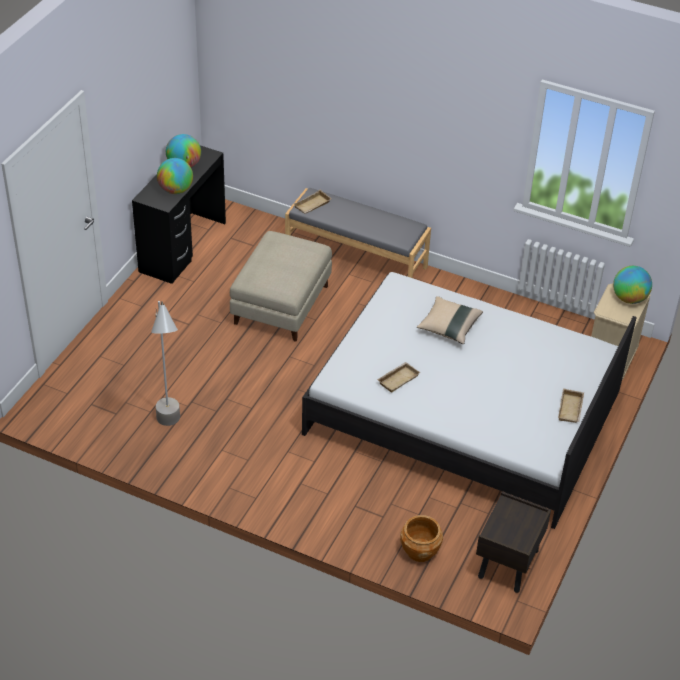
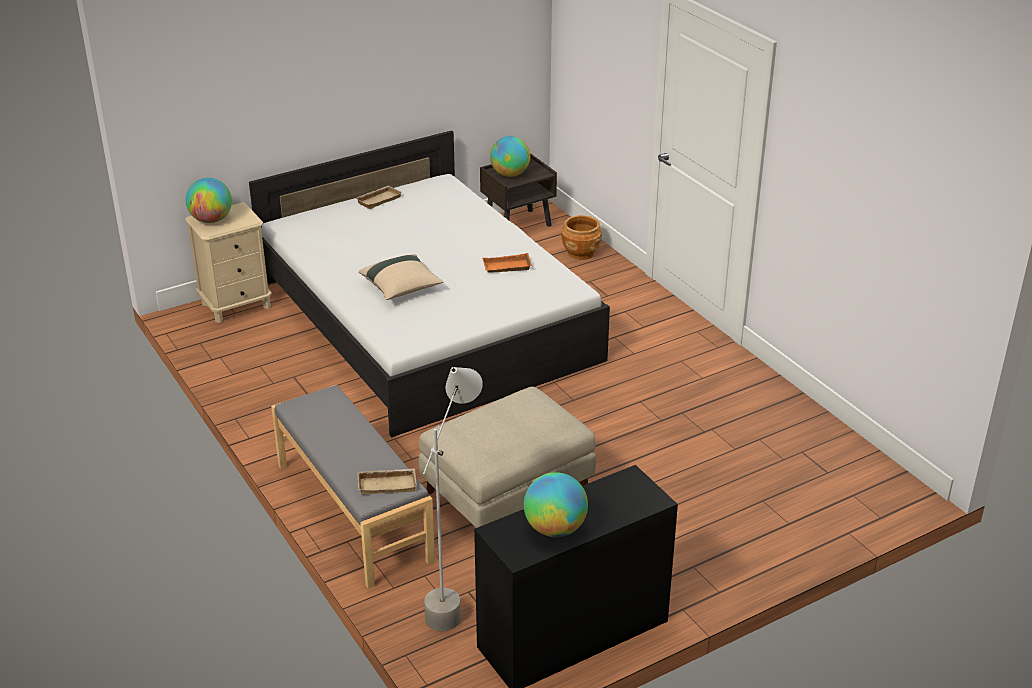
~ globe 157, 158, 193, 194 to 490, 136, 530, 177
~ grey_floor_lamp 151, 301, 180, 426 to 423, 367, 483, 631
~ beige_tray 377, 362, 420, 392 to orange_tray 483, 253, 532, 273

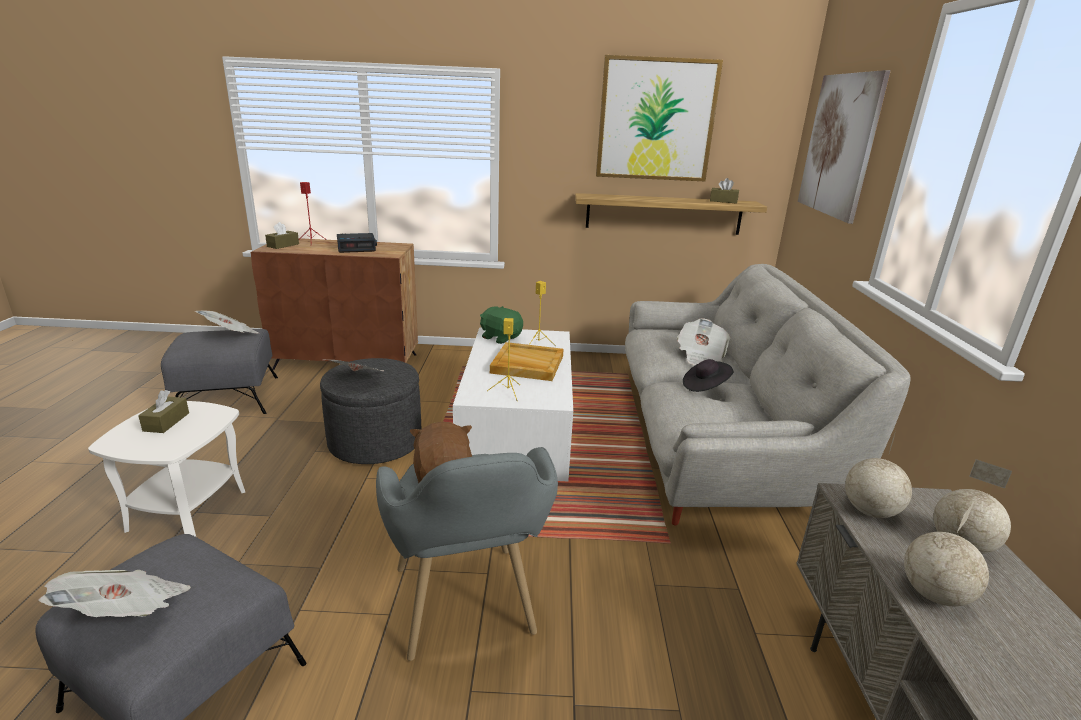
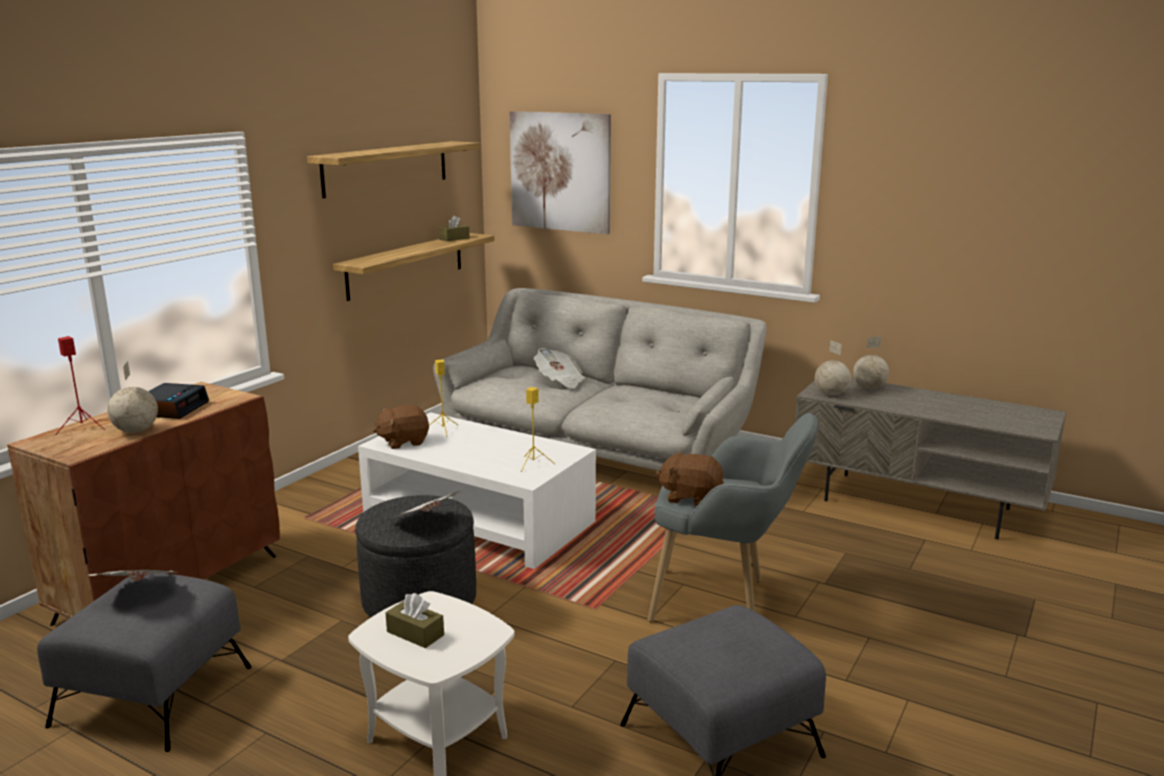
~ picture 596, 55, 723, 181 to shelf 307, 141, 480, 198
- brown_tissue_box 265, 222, 299, 249
~ green_plush_toy 480, 306, 523, 344 to brown_plush_toy 373, 405, 429, 449
- beige_tray 490, 342, 564, 381
- black_hat 683, 359, 733, 392
~ globe 904, 502, 989, 606 to 107, 361, 158, 433
- newspaper 38, 570, 191, 617

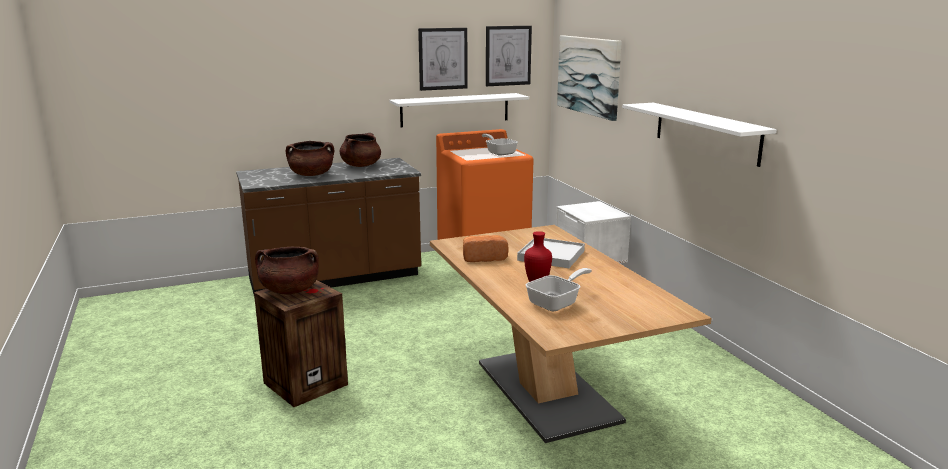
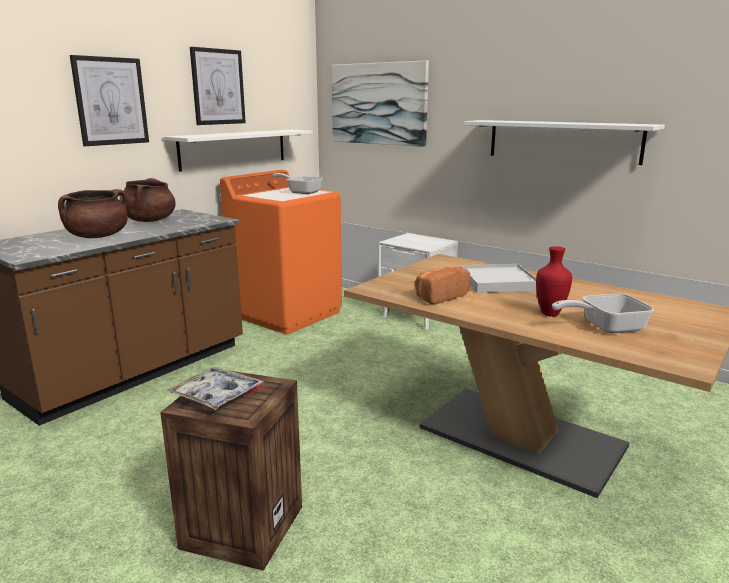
~ picture 486, 26, 532, 86 to 70, 55, 149, 146
~ brown_cooking_pot 255, 247, 319, 294 to tray 165, 367, 263, 410
~ frying_pan 525, 268, 592, 312 = 552, 294, 654, 333 120 degrees counterclockwise

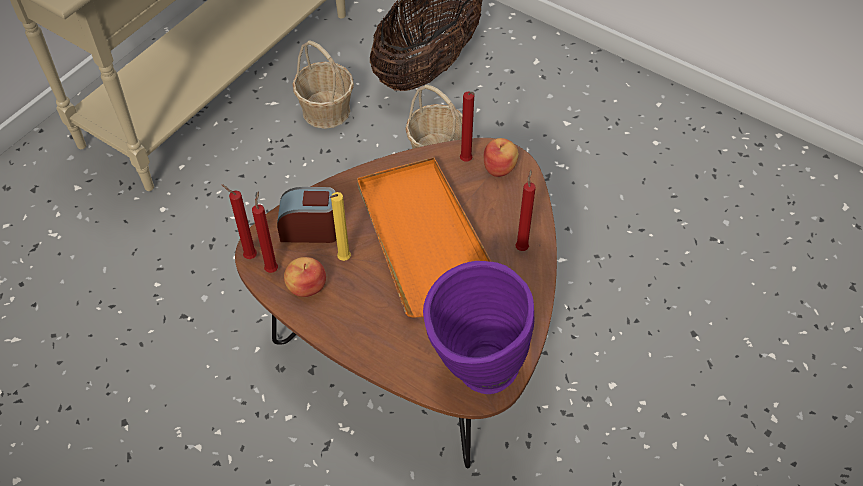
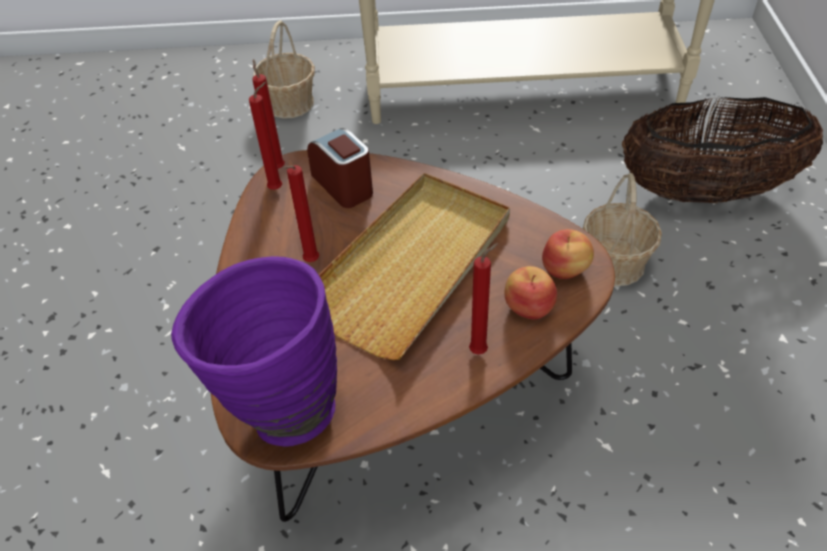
~ basket 292, 41, 354, 129 to 253, 20, 315, 119
~ red_candle 460, 91, 475, 162 to 283, 165, 319, 262
~ orange_tray 357, 157, 492, 318 to beige_tray 319, 173, 510, 360
- yellow_candle 329, 192, 351, 261
~ apple 284, 257, 326, 297 to 505, 266, 557, 319

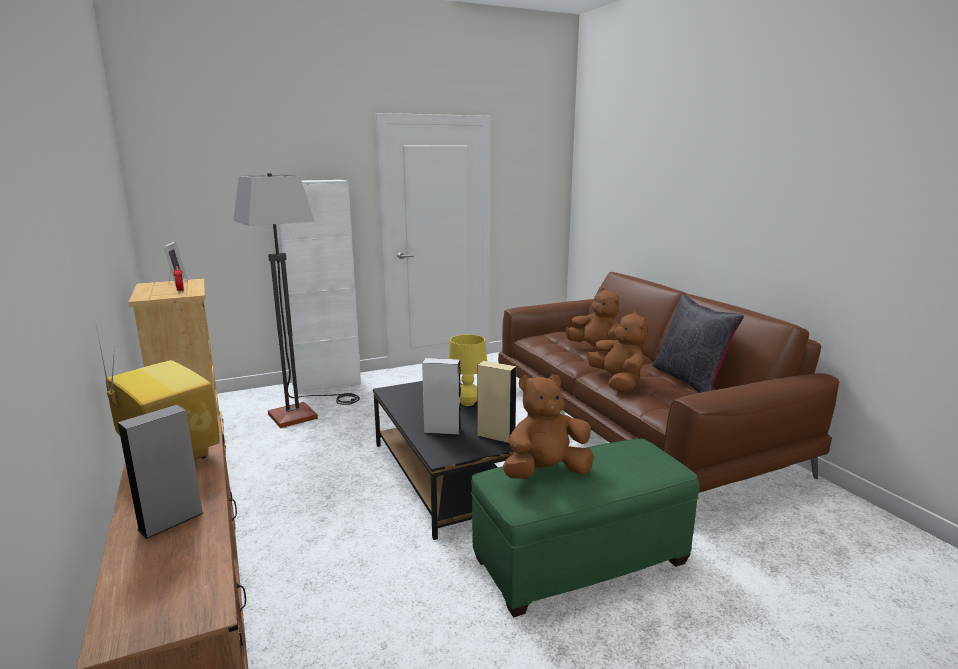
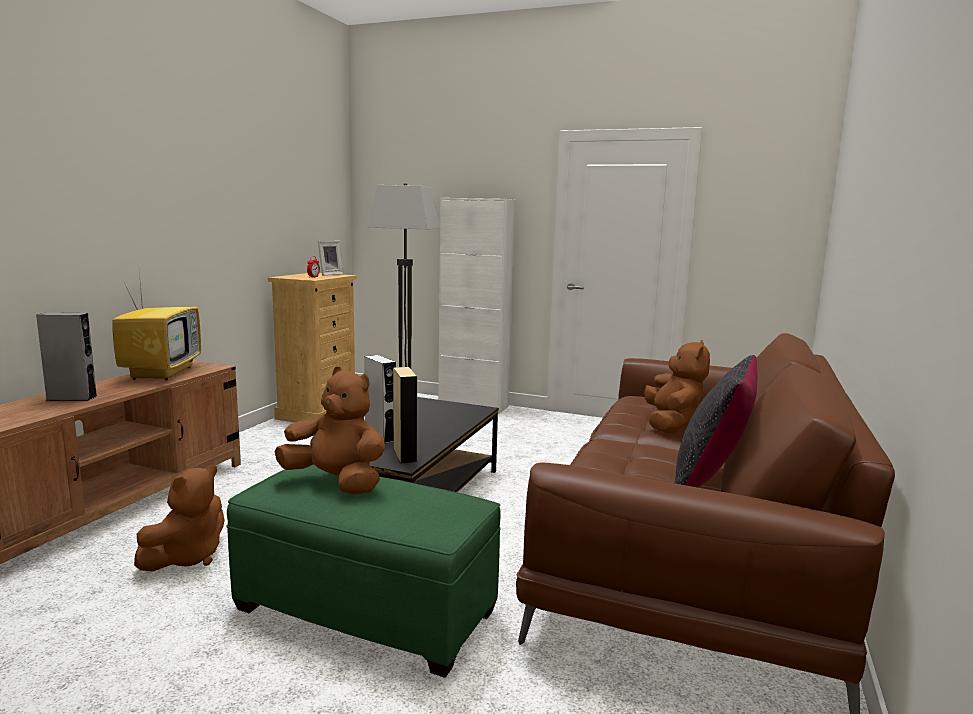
~ brown_plush_toy 587, 310, 647, 392 to 134, 465, 225, 571
- yellow_table_lamp 448, 334, 487, 406

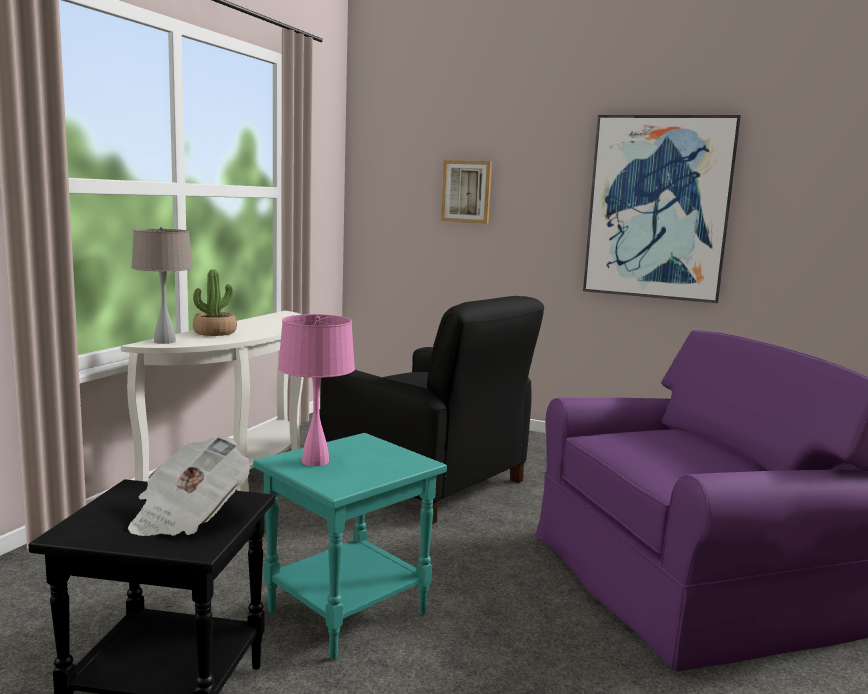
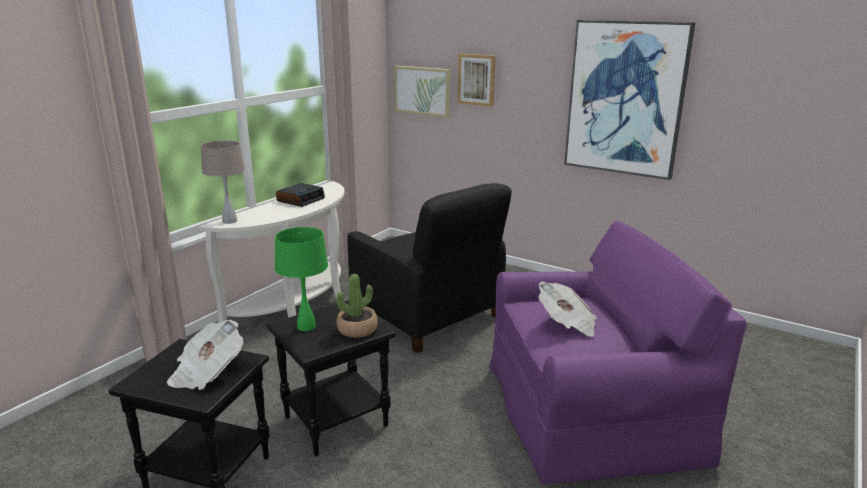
~ potted_plant 193, 270, 237, 336 to 336, 274, 378, 338
~ pink_table_lamp 278, 314, 355, 466 to green_table_lamp 275, 227, 328, 331
~ turquoise_side_table 253, 433, 447, 660 to black_side_table 267, 300, 396, 456
+ picture 394, 66, 450, 118
+ alarm_clock 276, 183, 325, 207
+ newspaper 538, 282, 597, 337

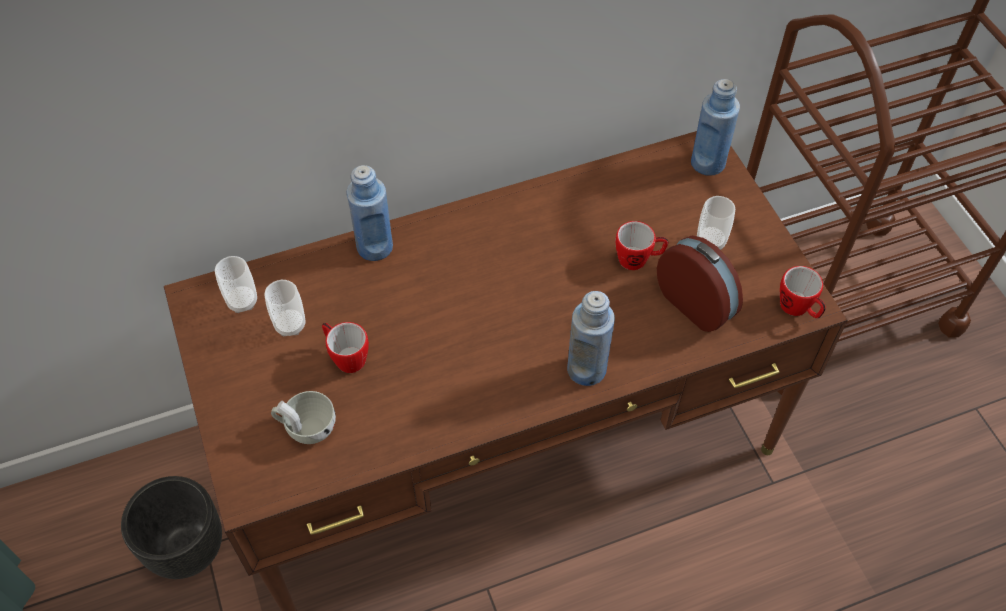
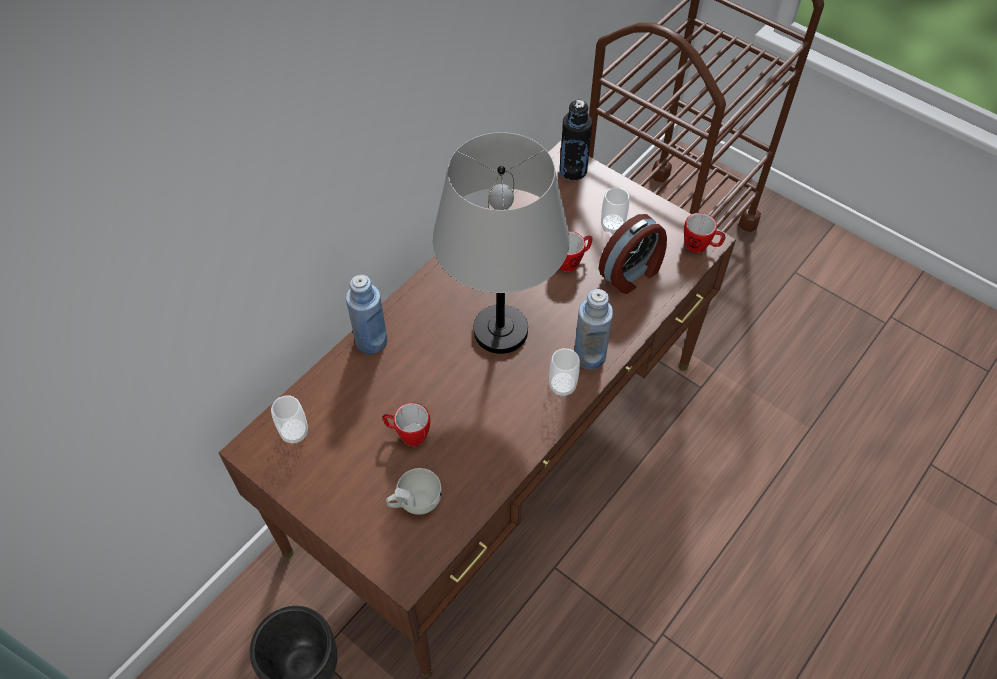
~ blue_bottle 691, 79, 740, 176 to black_bottle 559, 100, 593, 180
~ alarm_clock 657, 235, 743, 332 = 599, 214, 667, 294 120 degrees clockwise
~ cup 264, 280, 306, 336 to 549, 348, 580, 397
+ grey_table_lamp 432, 132, 570, 354

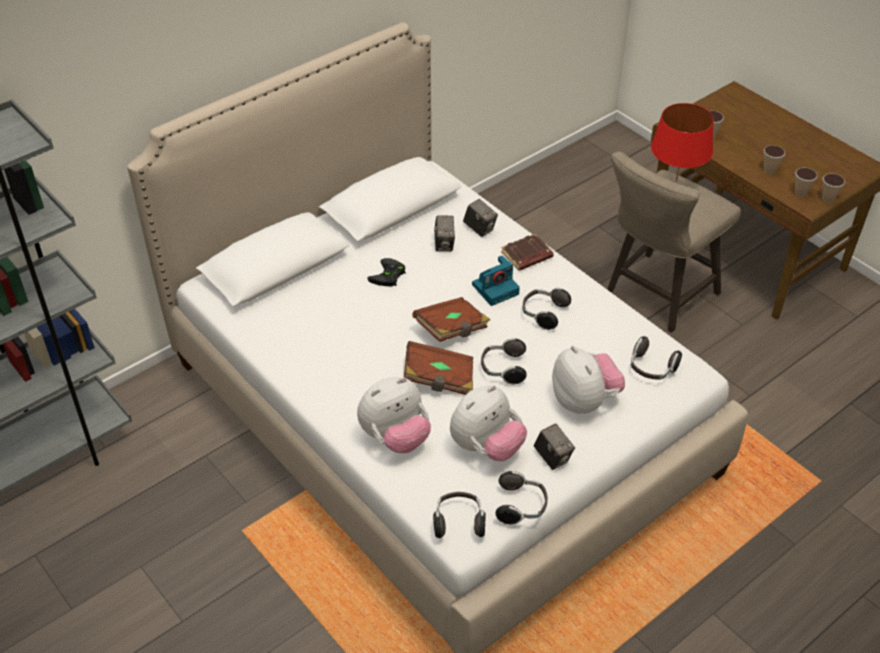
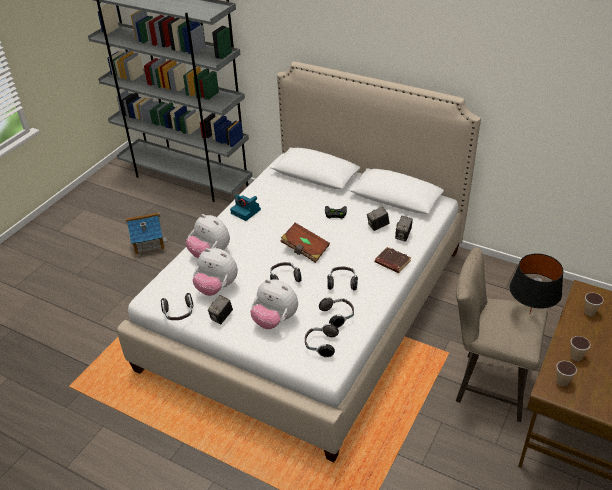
~ red_table_lamp 651, 103, 714, 182 to black_table_lamp 510, 254, 563, 313
- cup 822, 173, 845, 203
~ photo_camera 472, 256, 520, 306 to 230, 194, 261, 221
- brown_book 404, 341, 473, 395
~ plush_toy 552, 346, 625, 414 = 250, 279, 298, 329 75 degrees clockwise
~ headphones 433, 492, 486, 538 to 319, 297, 354, 328
+ toy_house 125, 212, 168, 255

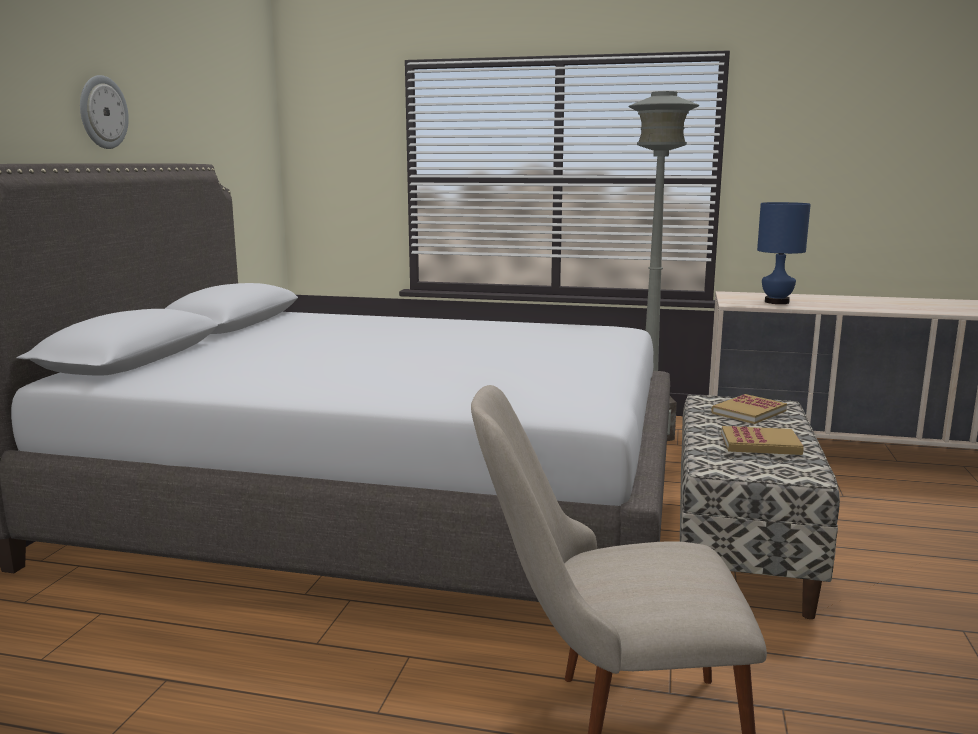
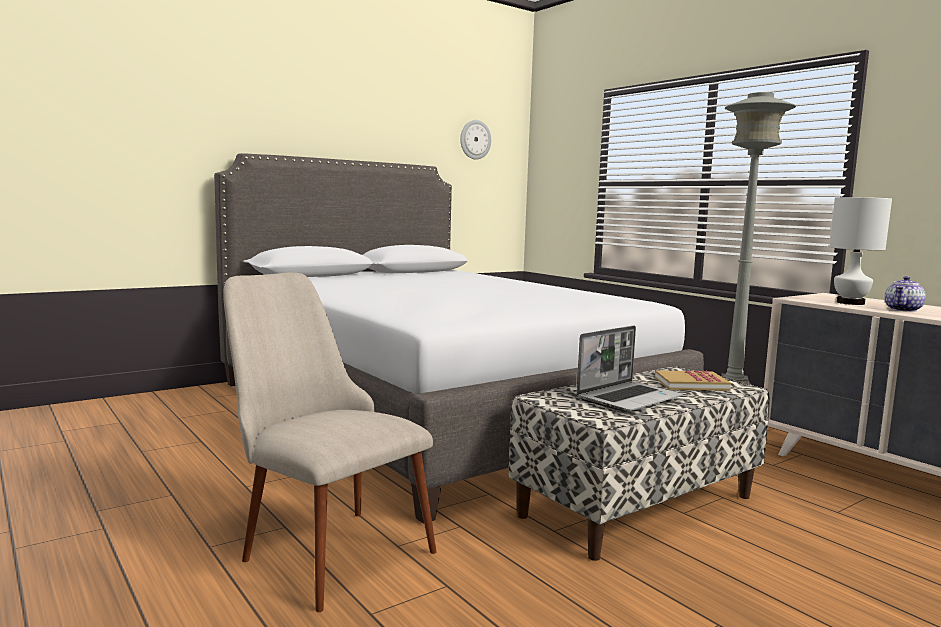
~ wall_clock 80, 75, 129, 149 to 460, 120, 491, 160
~ blue_table_lamp 757, 202, 811, 304 to white_table_lamp 830, 197, 892, 305
~ book 721, 426, 804, 455 to laptop 576, 326, 683, 412
+ teapot 885, 276, 926, 312

